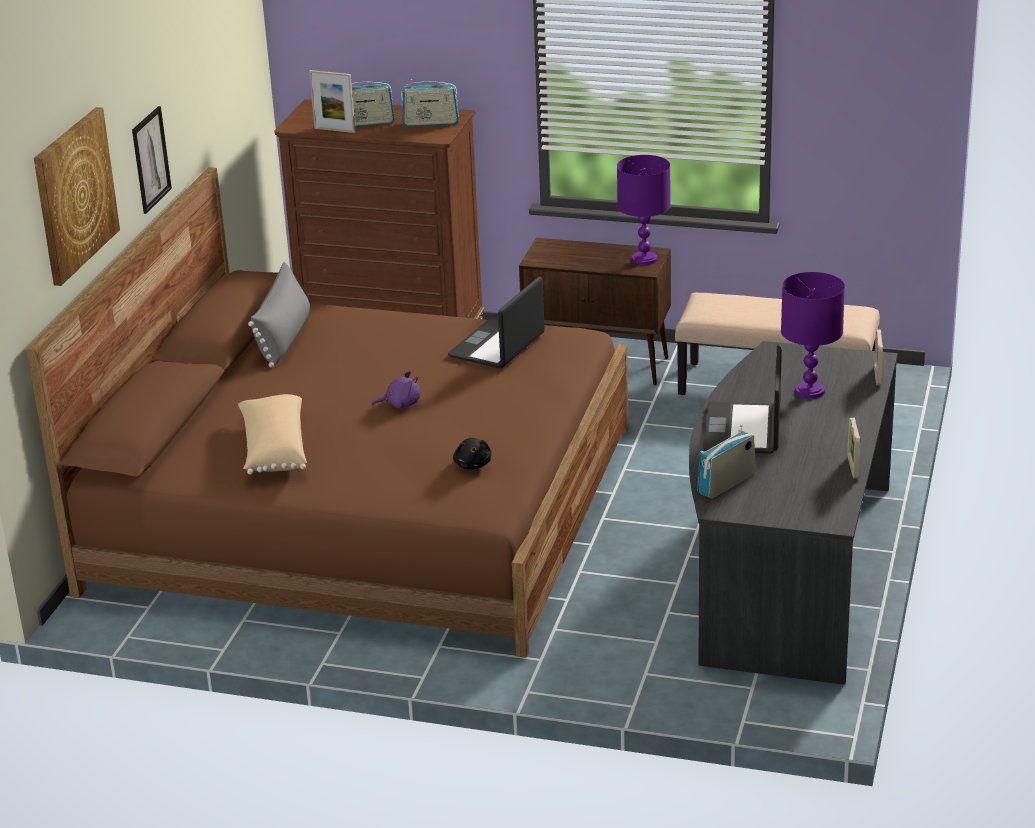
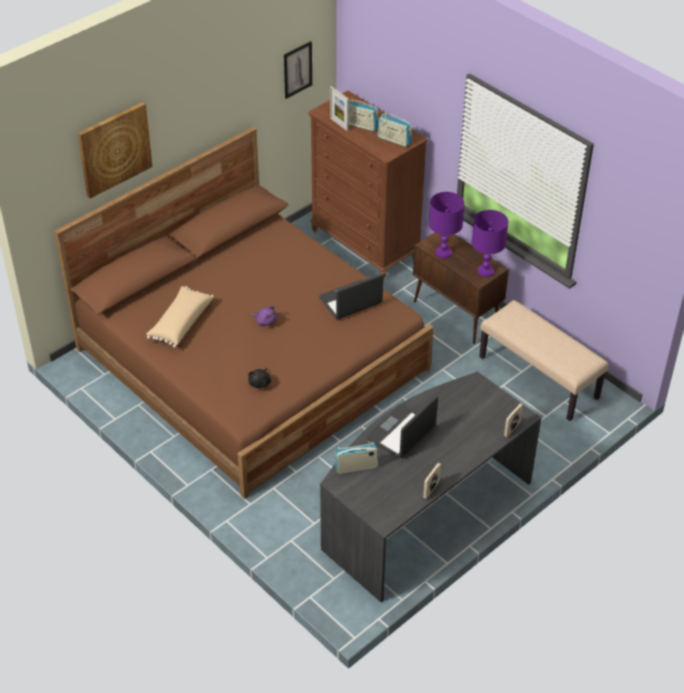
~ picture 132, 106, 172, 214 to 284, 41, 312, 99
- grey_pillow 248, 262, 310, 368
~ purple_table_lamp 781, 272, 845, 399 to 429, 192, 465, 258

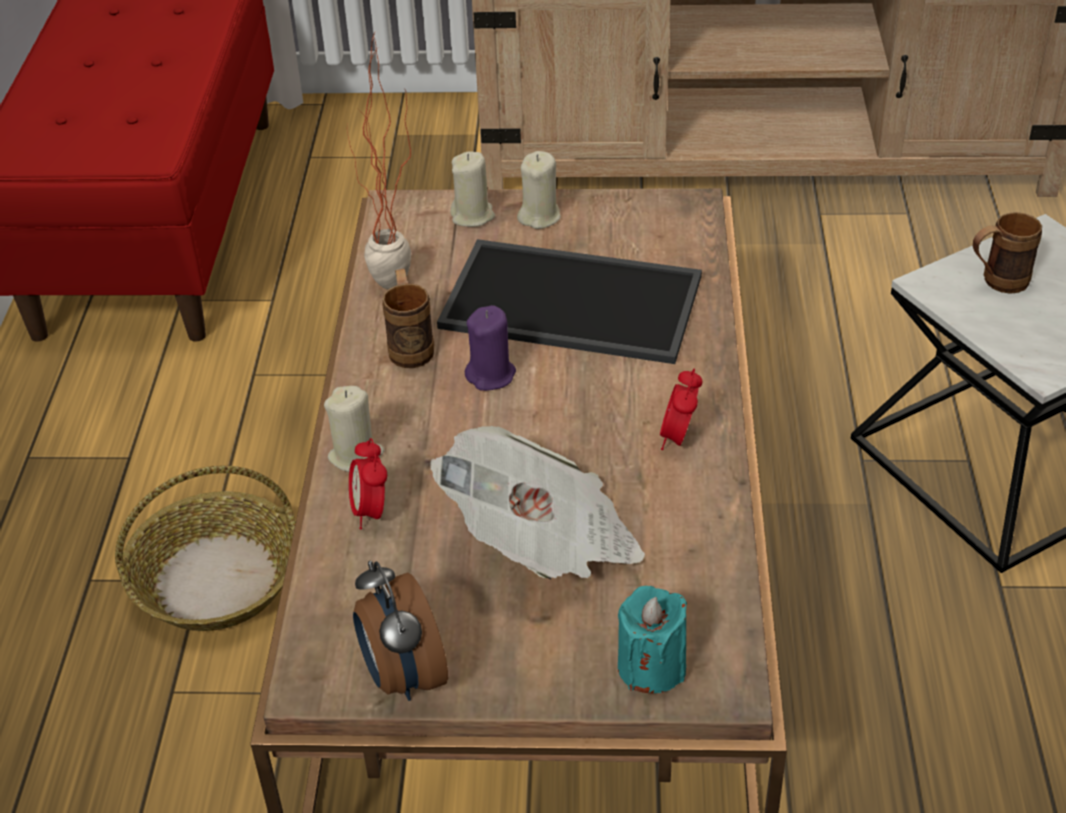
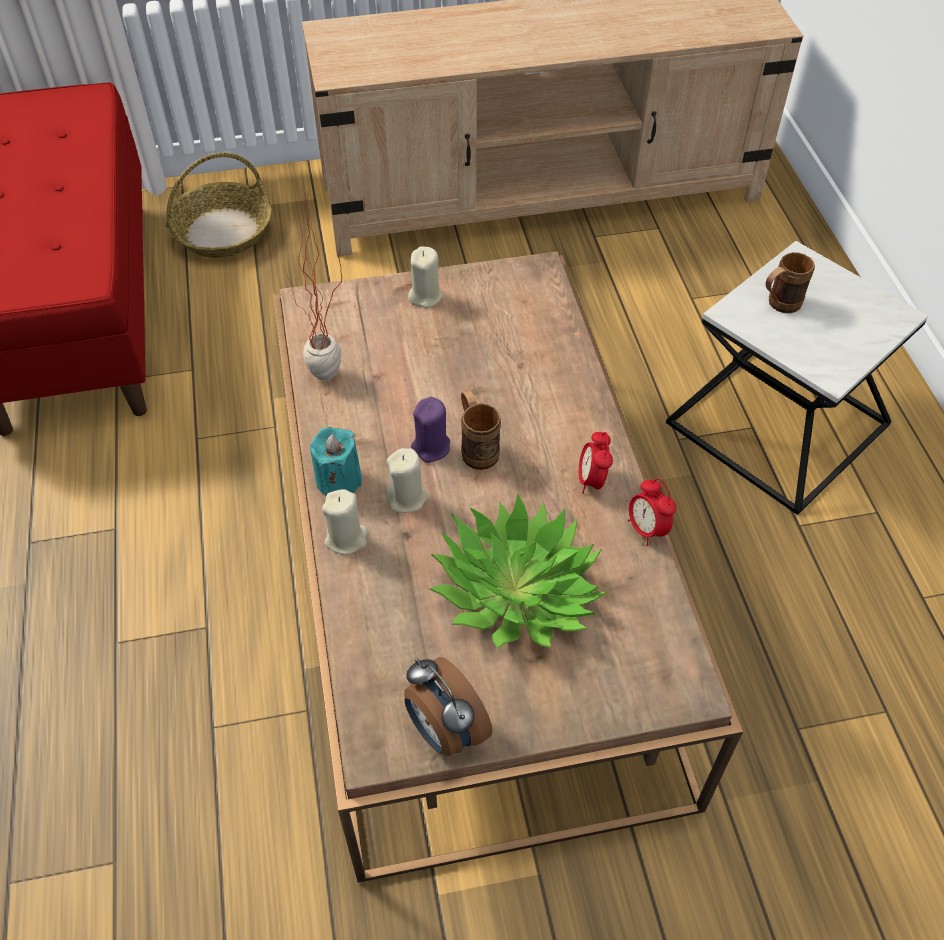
~ beige_candle 450, 151, 495, 227 to 385, 448, 428, 513
- tray 437, 239, 702, 364
~ brown_mug 383, 269, 434, 368 to 461, 390, 501, 470
~ newspaper 430, 426, 645, 580 to potted_plant 429, 494, 607, 648
~ alarm_clock 349, 438, 387, 530 to 628, 479, 676, 546
~ basket 115, 466, 296, 631 to 165, 152, 271, 258
~ turquoise_candle 618, 586, 687, 693 to 310, 427, 362, 497

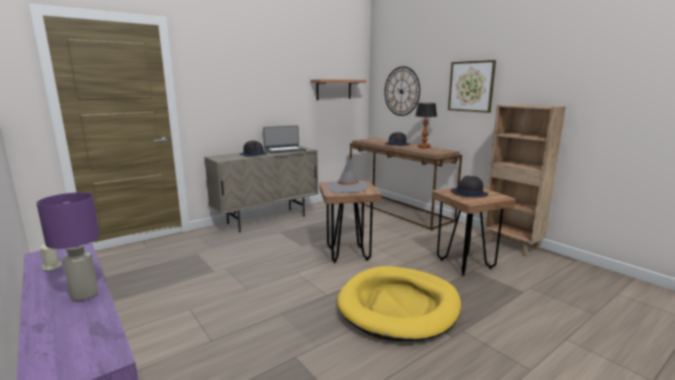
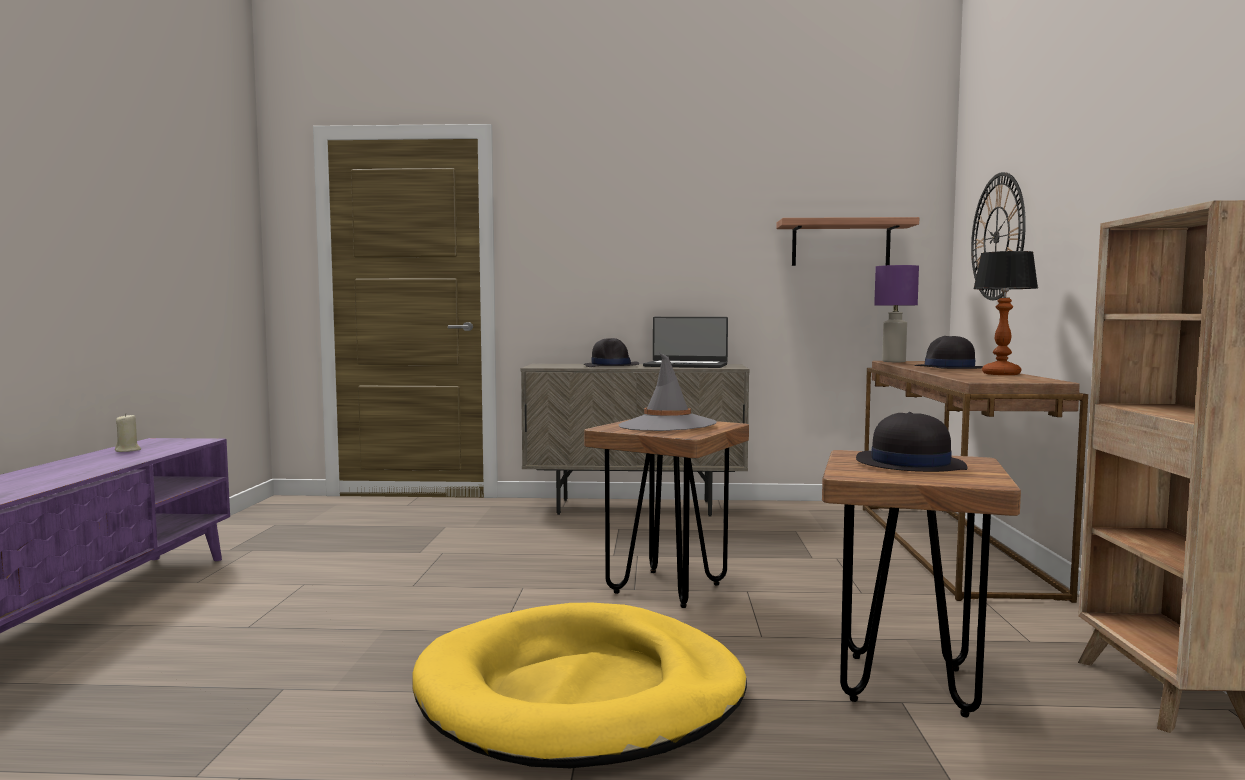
- picture 448, 60, 496, 113
~ purple_table_lamp 36, 192, 100, 301 to 874, 265, 919, 362

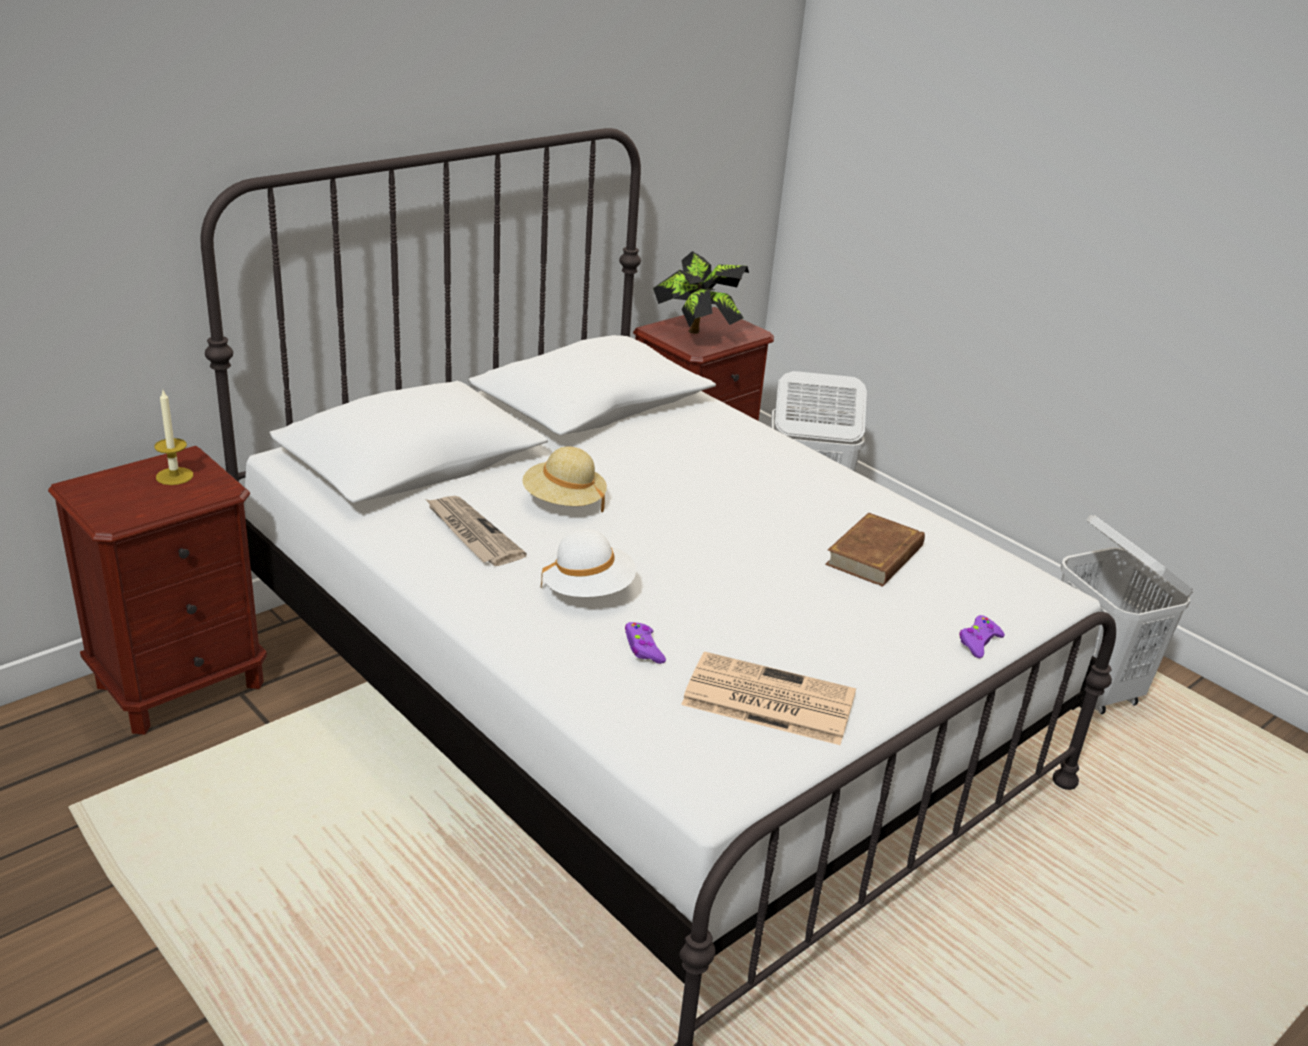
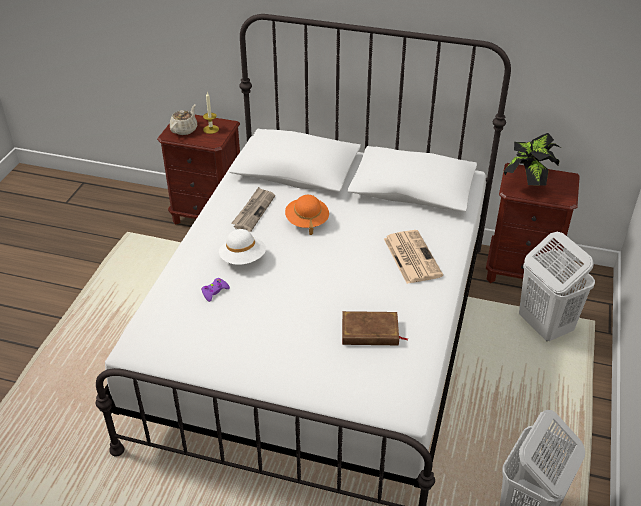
~ beige_hat 522, 446, 607, 512 to orange_hat 285, 195, 329, 235
- purple_game_controller 959, 615, 1005, 658
~ newspaper 681, 651, 856, 745 to 384, 230, 443, 284
+ beige_teapot 170, 104, 197, 135

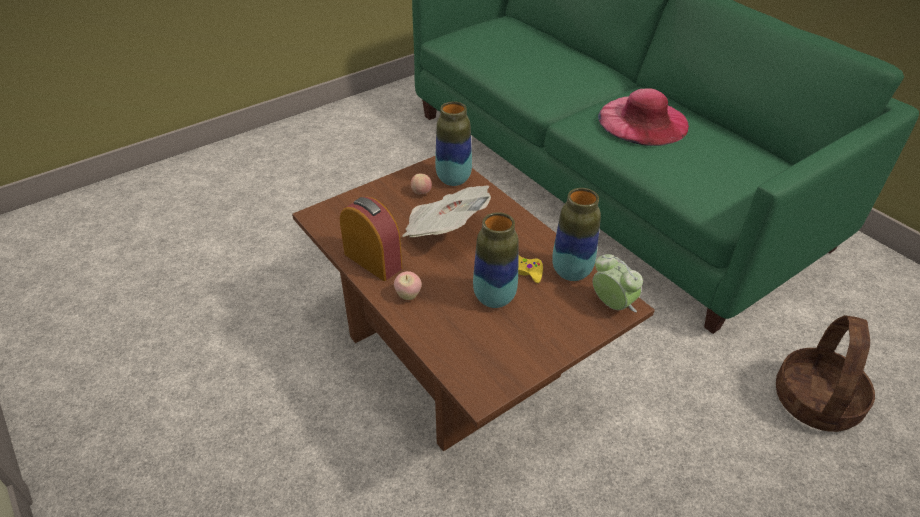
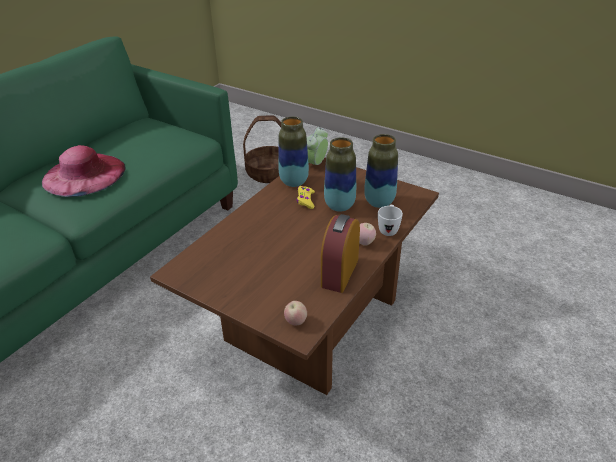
~ vase 435, 101, 472, 186 to 364, 134, 398, 208
~ apple 411, 174, 432, 194 to 284, 301, 307, 325
- newspaper 402, 185, 491, 237
+ white_mug 378, 205, 403, 236

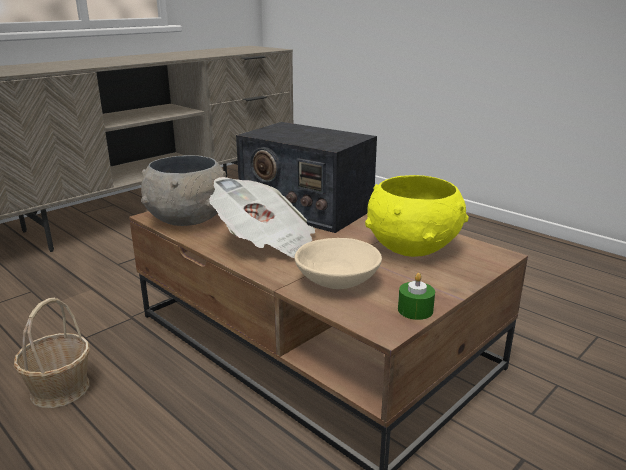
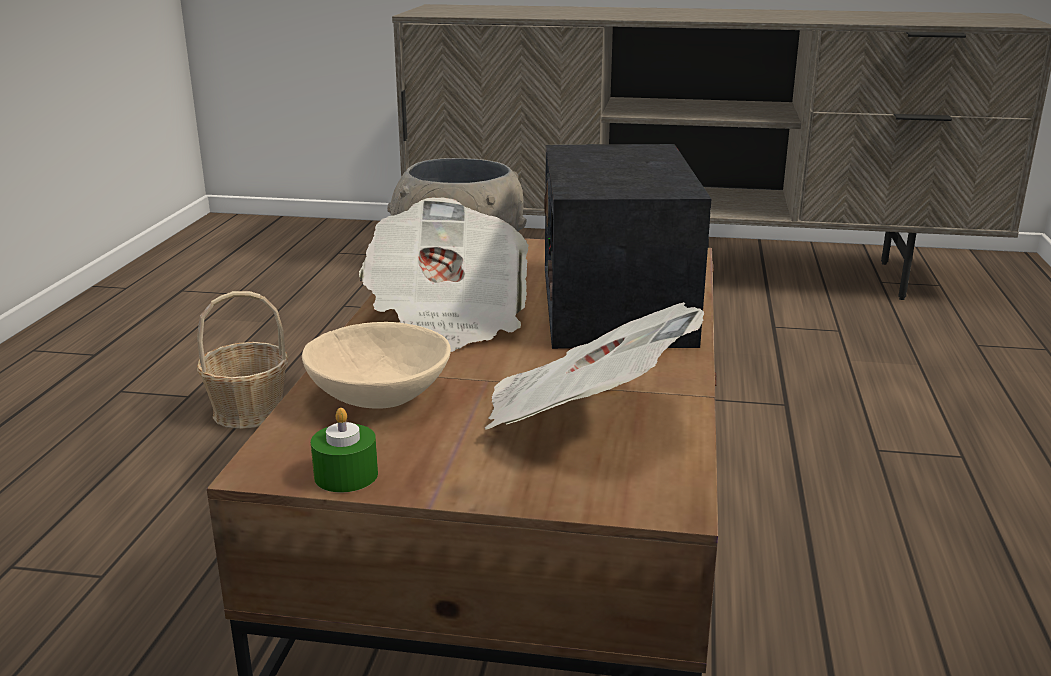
~ yellow_bowl 365, 175, 468, 257 to newspaper 485, 302, 704, 430

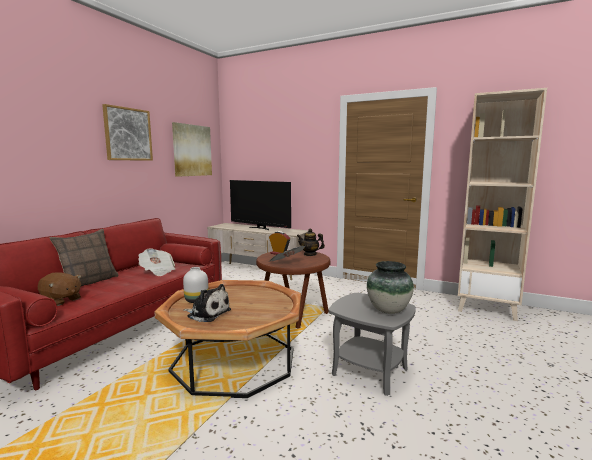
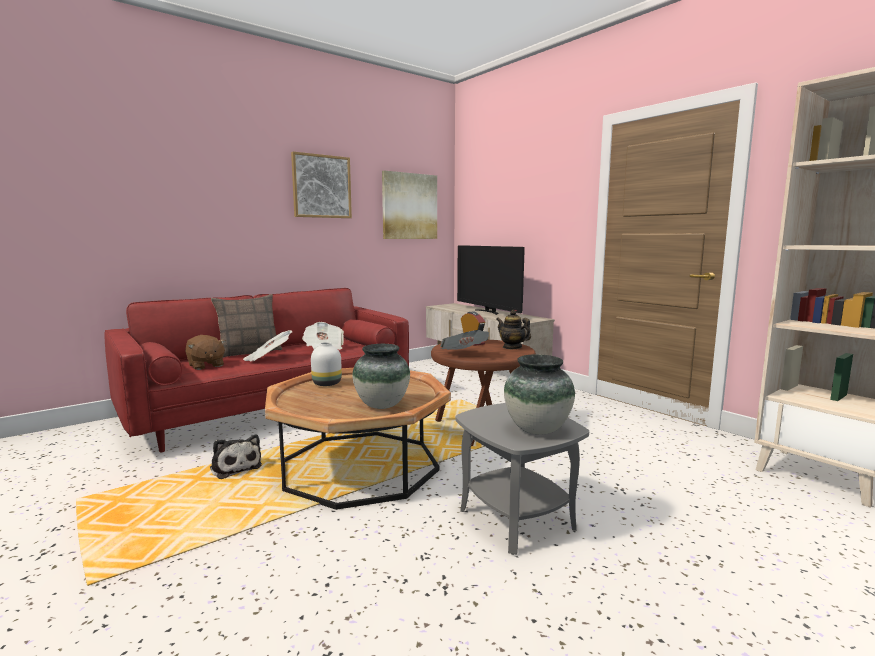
~ plush_toy 183, 284, 231, 322 to 210, 434, 262, 479
+ newspaper 243, 330, 292, 362
+ vase 352, 344, 410, 409

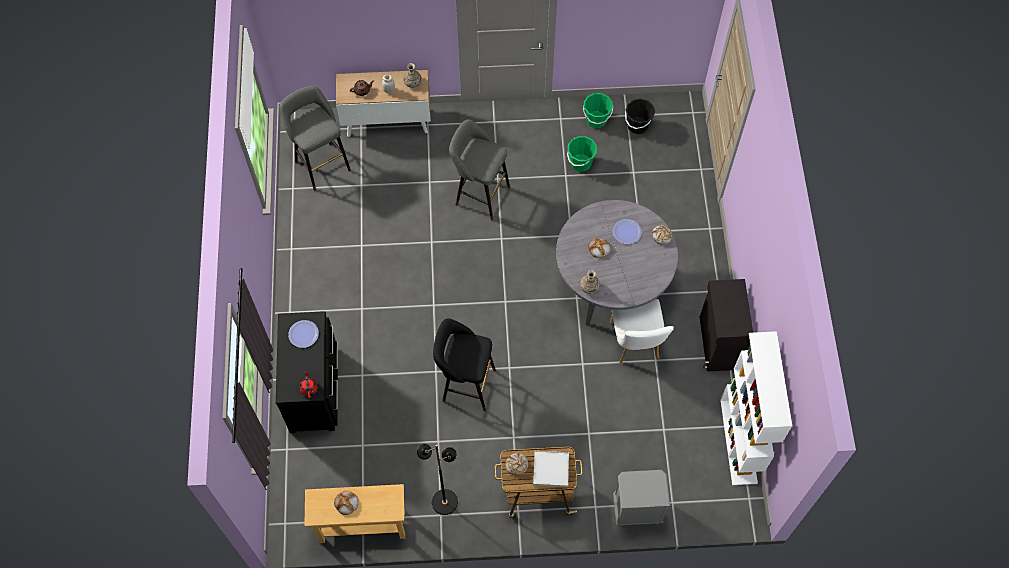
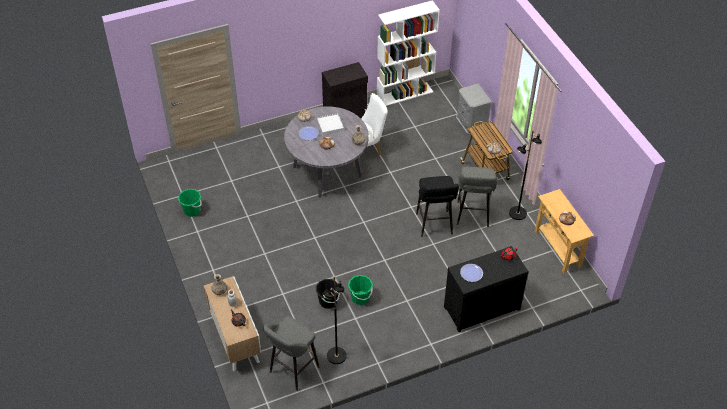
~ black_bucket 625, 98, 655, 134 to 316, 279, 340, 309
~ grey_stool 449, 120, 510, 220 to 457, 167, 498, 227
~ green_bucket 567, 136, 597, 172 to 348, 275, 373, 305
~ white_tray 533, 451, 569, 487 to 317, 113, 344, 135
+ black_floor_lamp 322, 276, 347, 364

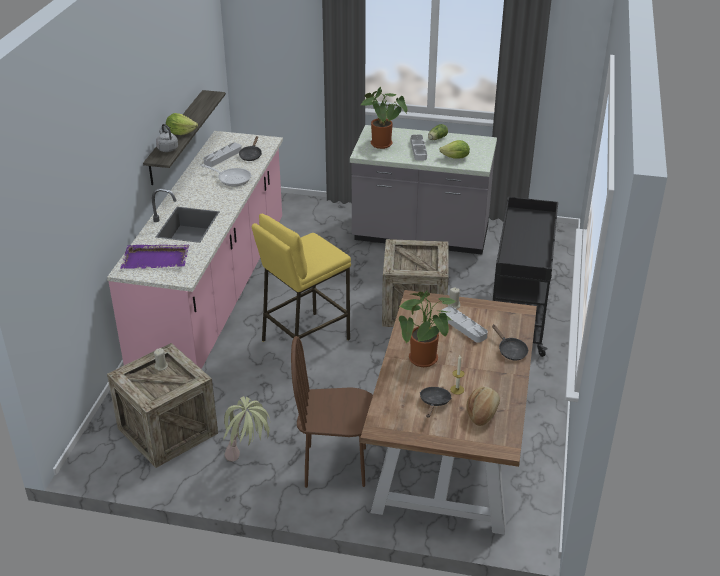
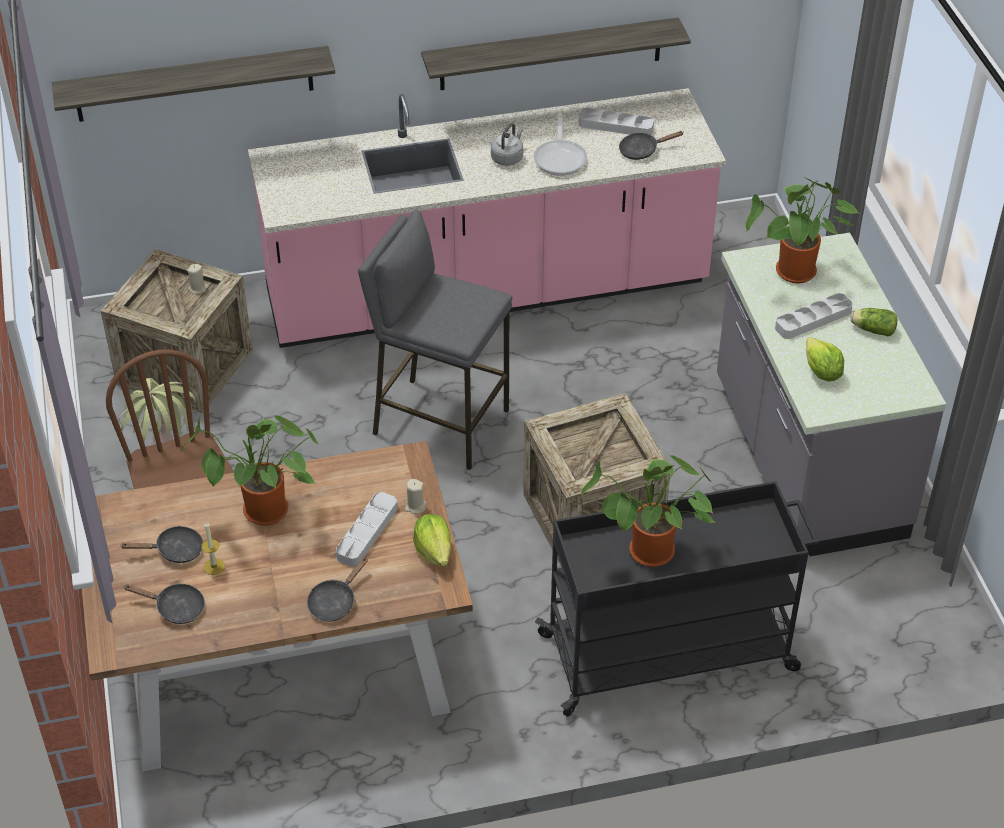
~ lettuce 166, 113, 198, 135 to 413, 514, 451, 567
~ grey_kettle 156, 124, 178, 152 to 491, 123, 523, 166
~ yellow_stool 252, 214, 351, 342 to grey_stool 358, 209, 512, 470
- purple_tray 121, 245, 189, 269
~ bread 467, 387, 500, 426 to black_frying_pan 123, 584, 205, 624
+ shelf 52, 46, 335, 122
+ potted_plant 581, 455, 715, 567

